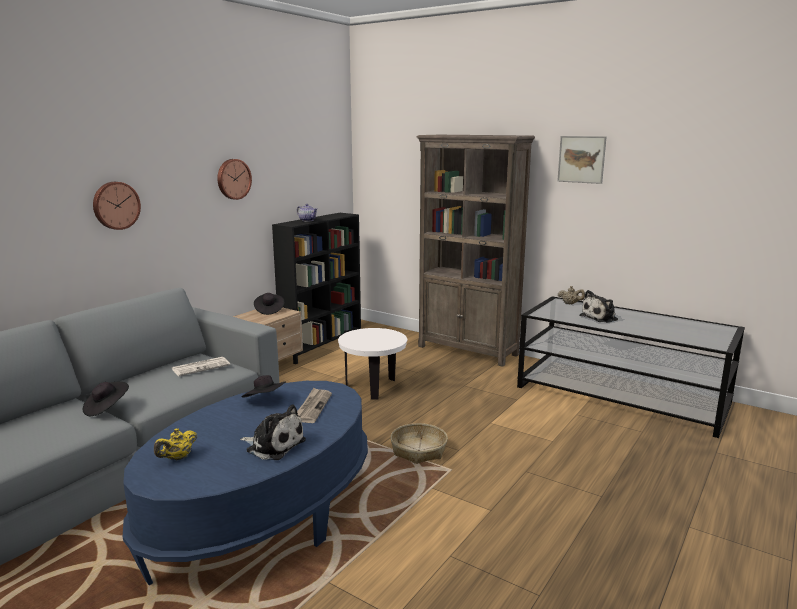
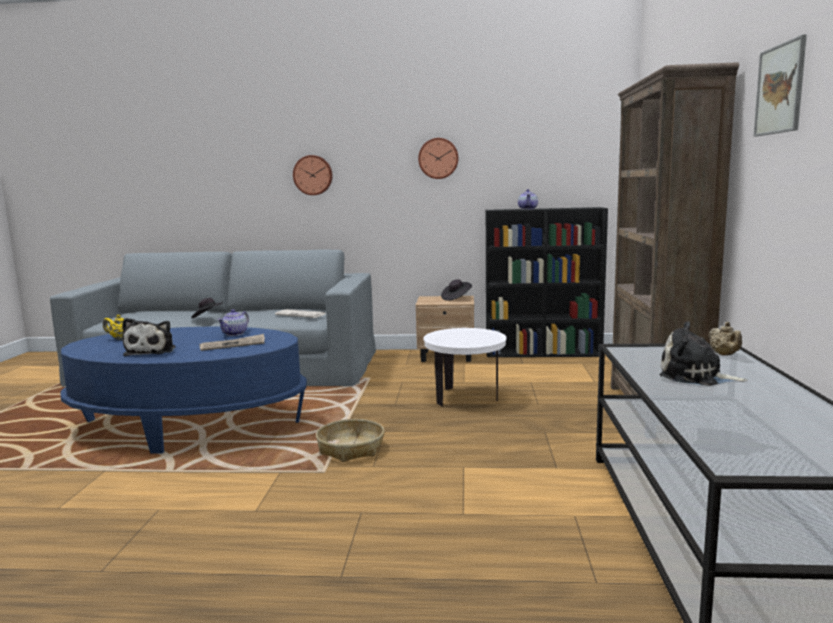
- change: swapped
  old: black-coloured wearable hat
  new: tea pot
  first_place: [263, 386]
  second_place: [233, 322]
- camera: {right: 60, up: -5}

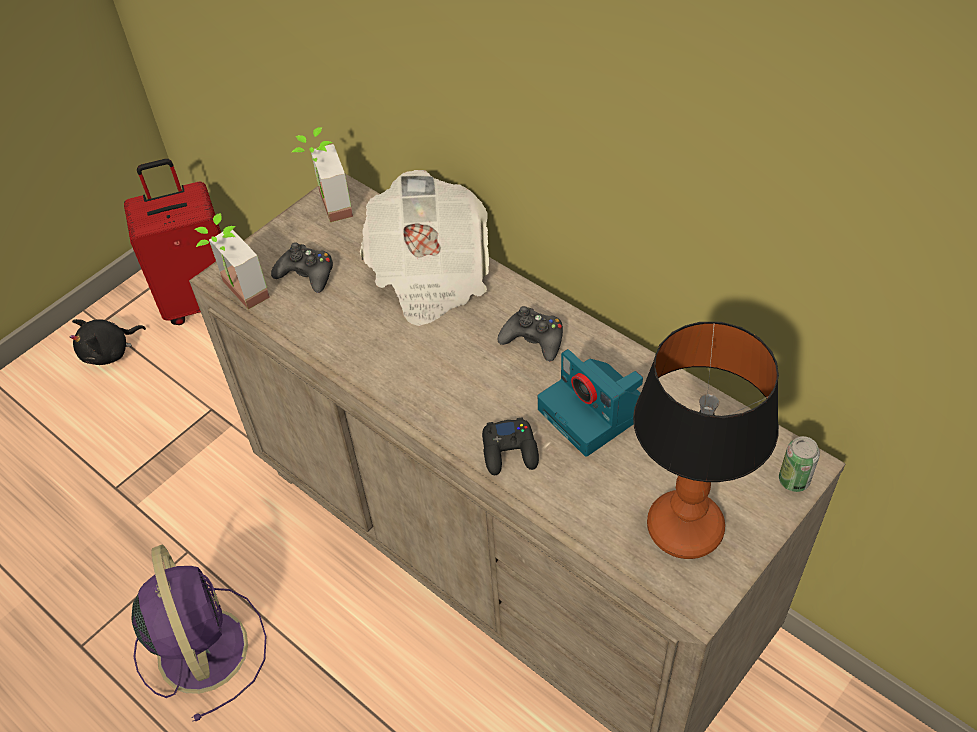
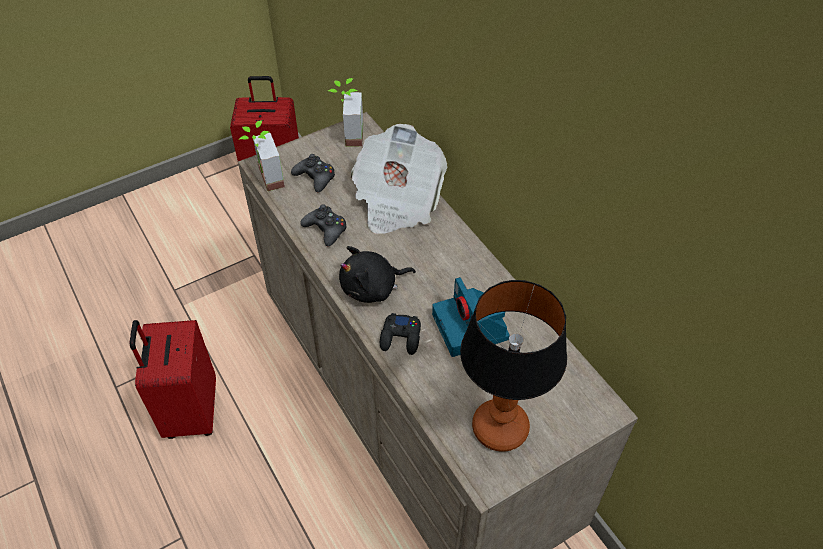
- change: gone
  old: metal can
  first_place: [799, 464]
- change: shifted
  old: black-coloured cuddly toy
  first_place: [107, 342]
  second_place: [377, 274]
- change: shifted
  old: black-coloured joypad
  first_place: [530, 334]
  second_place: [323, 225]
- change: swapped
  old: purple electric fan
  new: red-coloured travel case
  first_place: [198, 633]
  second_place: [173, 379]
- camera: {right: 15, up: 0}

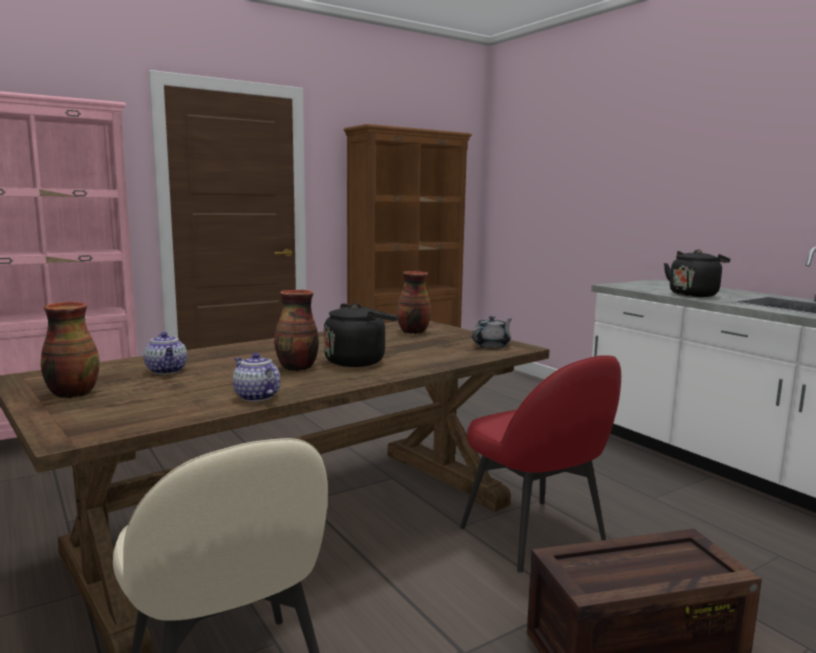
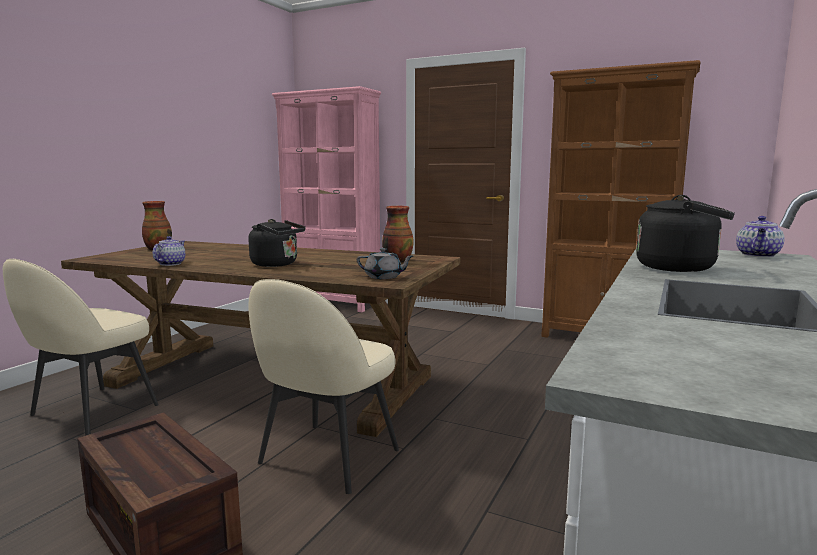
- change: gone
  old: decorative vase
  first_place: [296, 330]
- change: shifted
  old: tea pot
  first_place: [165, 353]
  second_place: [760, 236]
- change: repainted
  old: red-coloured plain chair
  new: beige-coloured plain chair
  first_place: [540, 464]
  second_place: [323, 386]
- camera: {right: 60, up: 0}

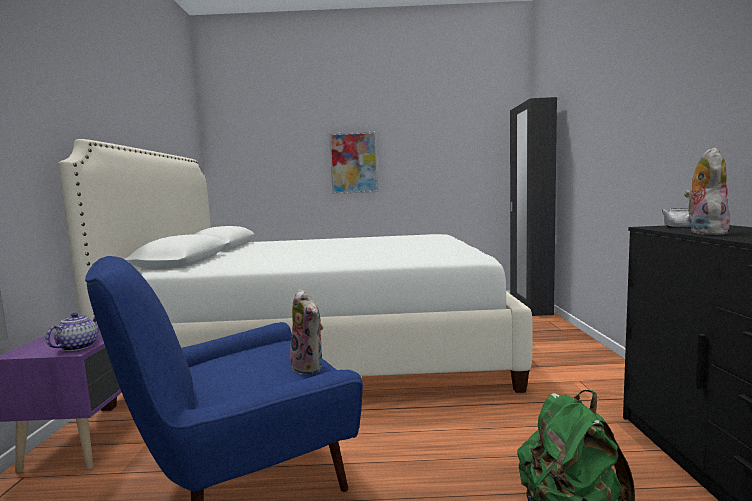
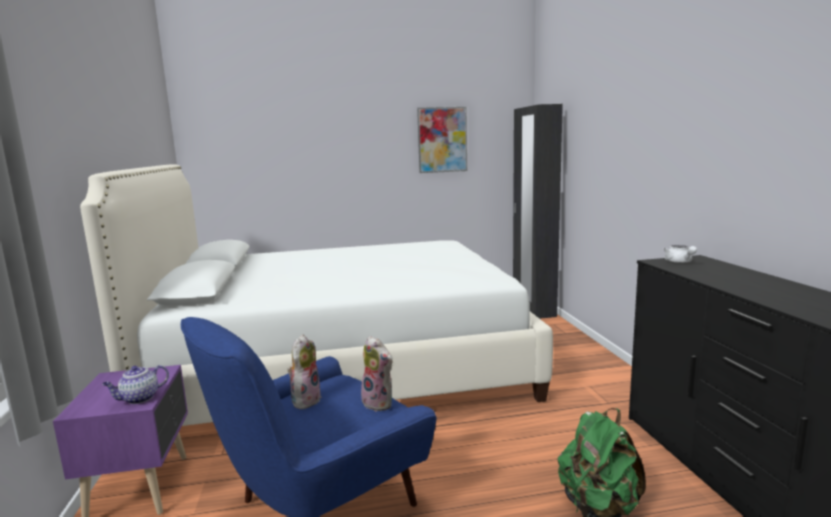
- change: shifted
  old: wall art
  first_place: [353, 162]
  second_place: [442, 140]
- change: shifted
  old: cuddly toy
  first_place: [707, 191]
  second_place: [304, 371]
- change: rotated
  old: tea pot
  first_place: [72, 332]
  second_place: [135, 384]
  degrees: -135
- camera: {right: -10, up: 5}

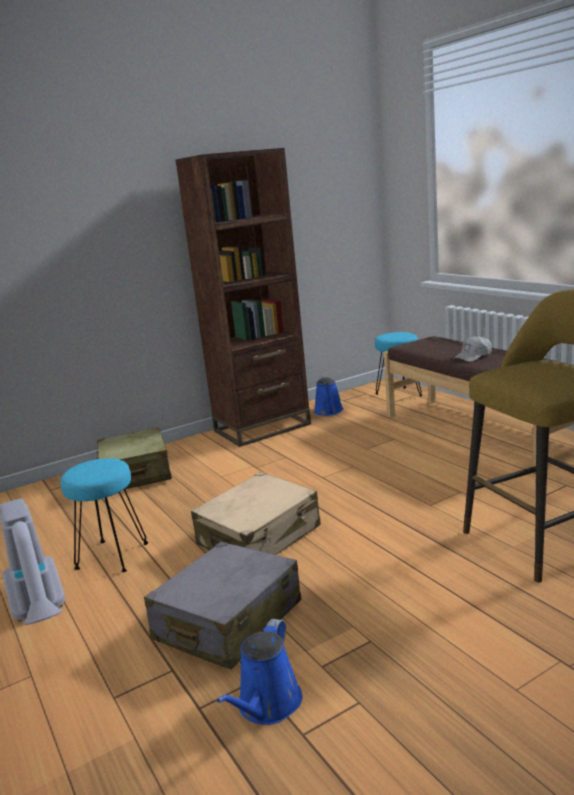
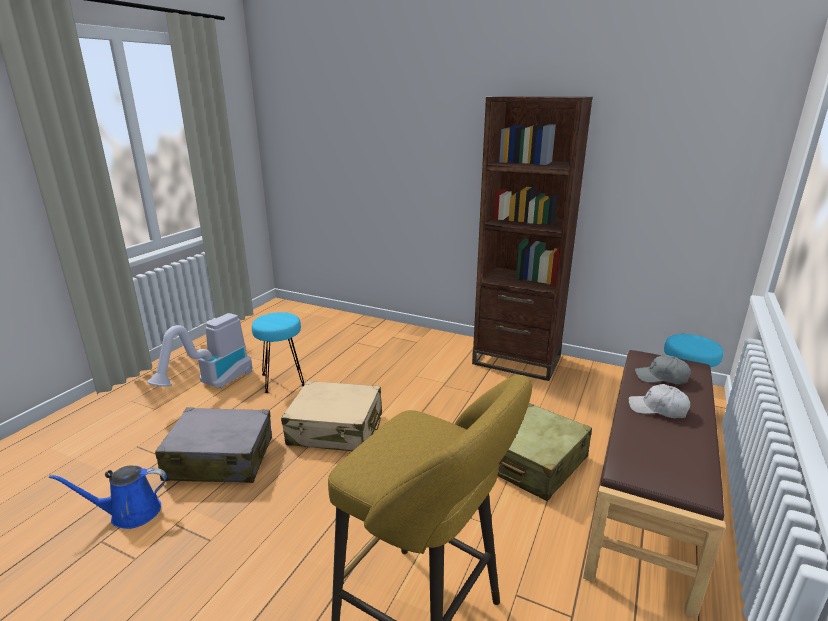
- change: gone
  old: blue-coloured watering pot
  first_place: [328, 396]
- change: new
  new: gray cap
  second_place: [663, 369]
- change: shifted
  old: beige-coloured travel case
  first_place: [134, 458]
  second_place: [545, 452]
- camera: {right: 55, up: 5}

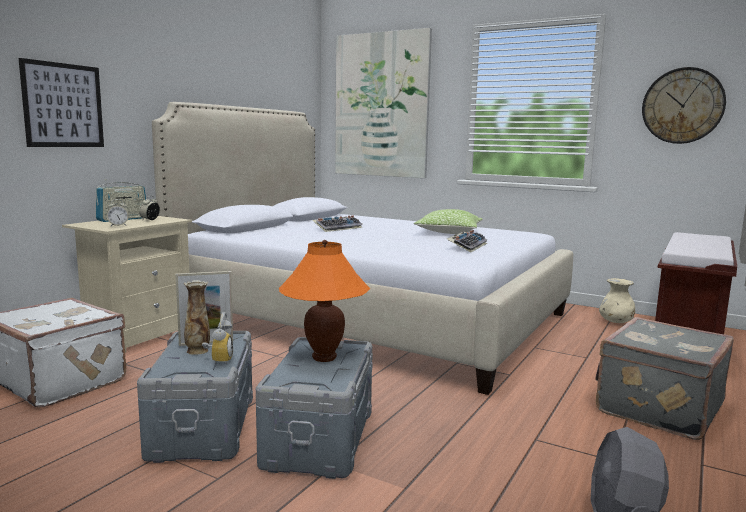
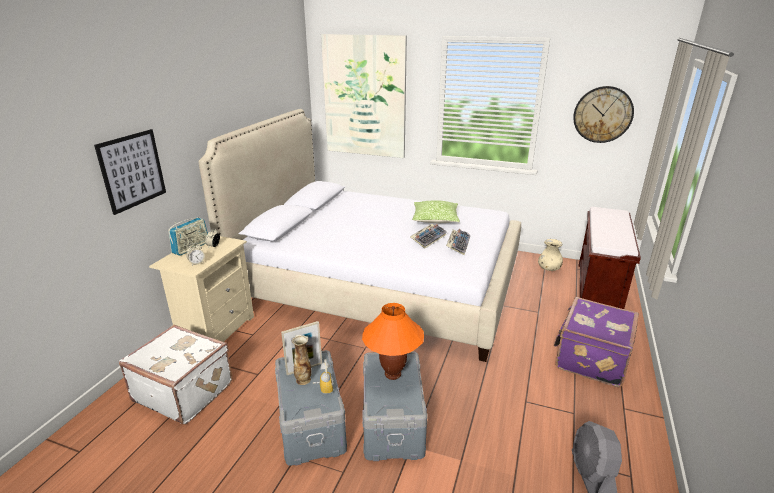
- change: shifted
  old: computer keyboard
  first_place: [337, 223]
  second_place: [428, 236]
- change: repainted
  old: gray travel case
  new: purple travel case
  first_place: [664, 378]
  second_place: [596, 342]
- camera: {right: -10, up: 15}

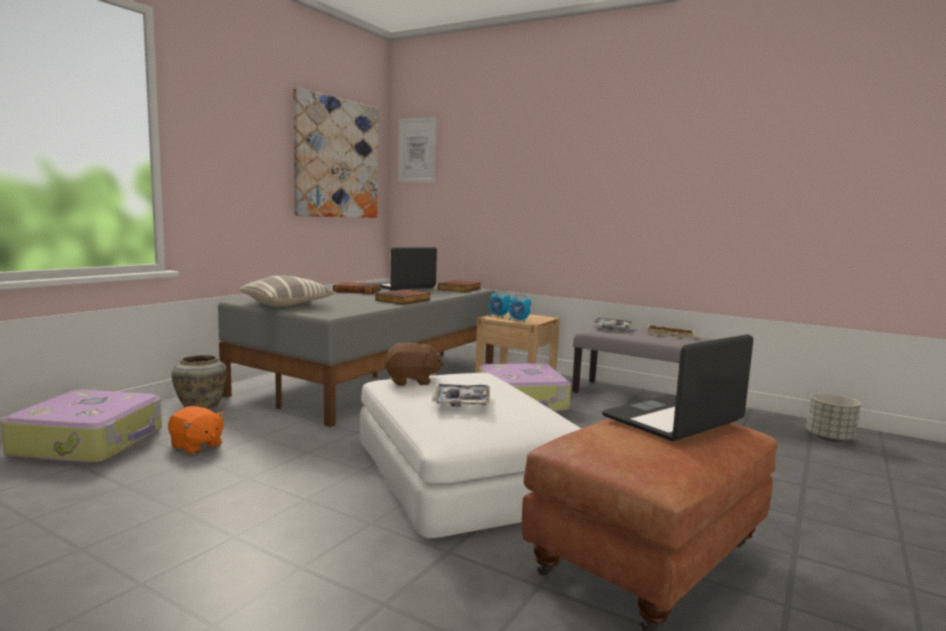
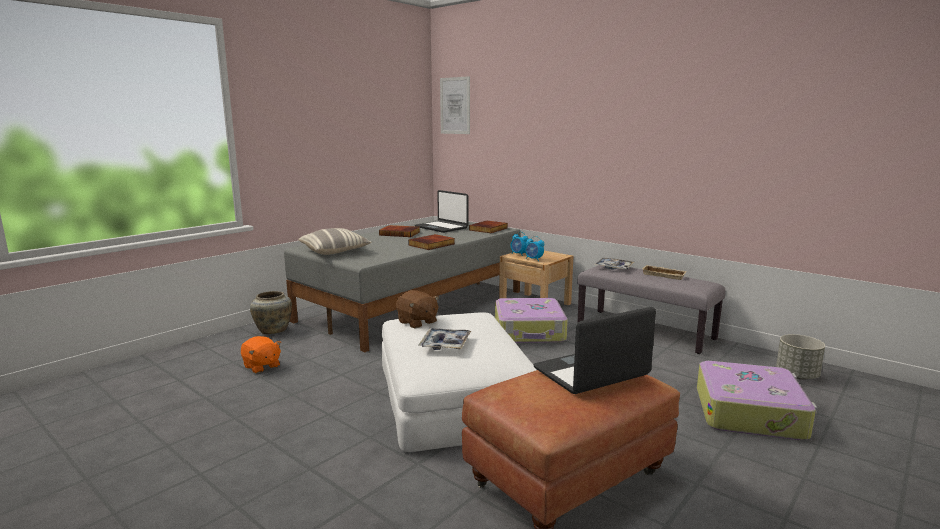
- change: gone
  old: wall art
  first_place: [336, 152]
- change: shifted
  old: travel case
  first_place: [81, 427]
  second_place: [757, 400]
- change: rotated
  old: notebook computer
  first_place: [408, 268]
  second_place: [441, 211]
  degrees: -105
- change: rotated
  old: brown-coloured cuddly toy
  first_place: [414, 364]
  second_place: [417, 309]
  degrees: 45
- camera: {right: 10, up: 5}

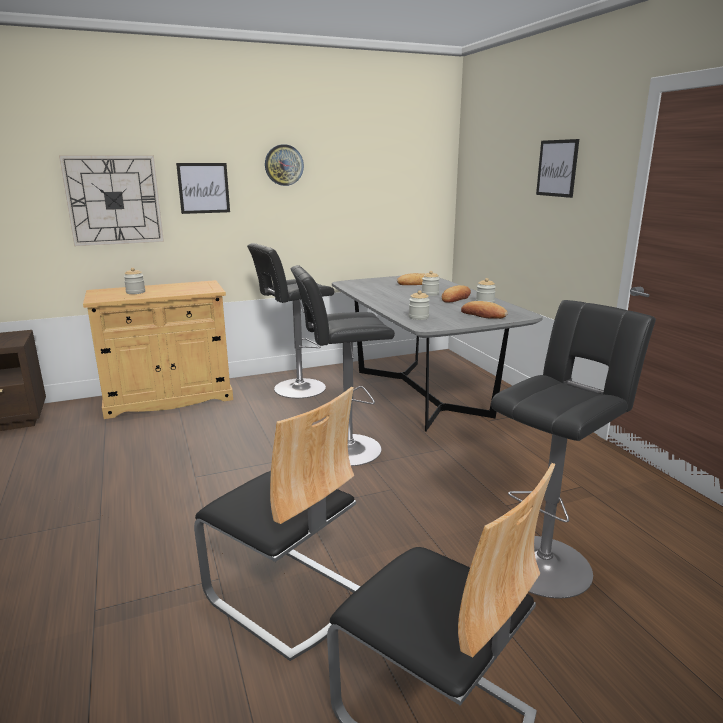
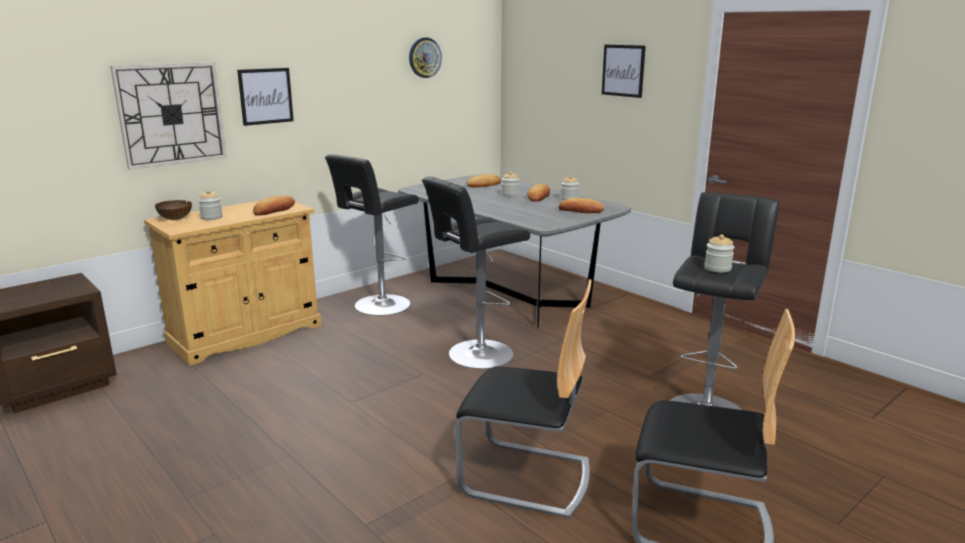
- change: new
  new: serving bowl
  second_place: [173, 210]
- change: new
  new: bread
  second_place: [274, 205]
- change: shifted
  old: clock on the wall
  first_place: [284, 165]
  second_place: [425, 58]
- change: shifted
  old: preserve jar
  first_place: [419, 305]
  second_place: [720, 253]
- camera: {right: -20, up: 0}

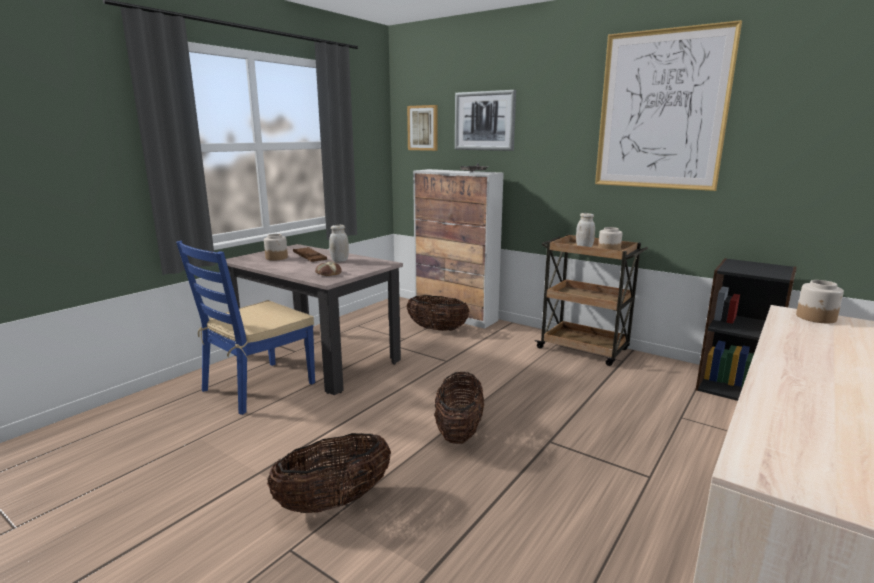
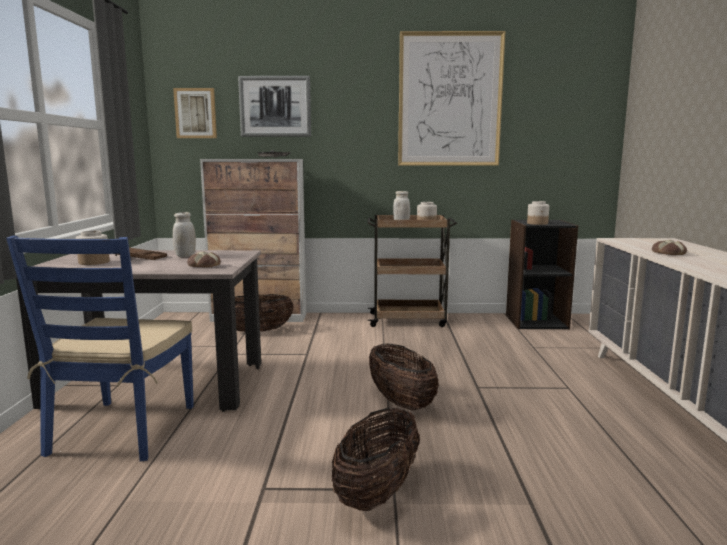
- change: new
  new: bread
  second_place: [669, 247]
- change: shifted
  old: preserve jar
  first_place: [820, 301]
  second_place: [538, 213]
- camera: {right: -35, up: -5}

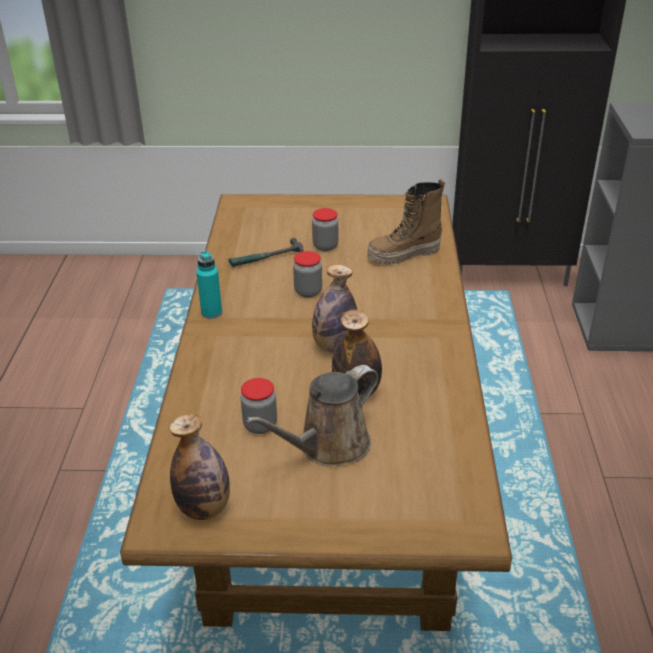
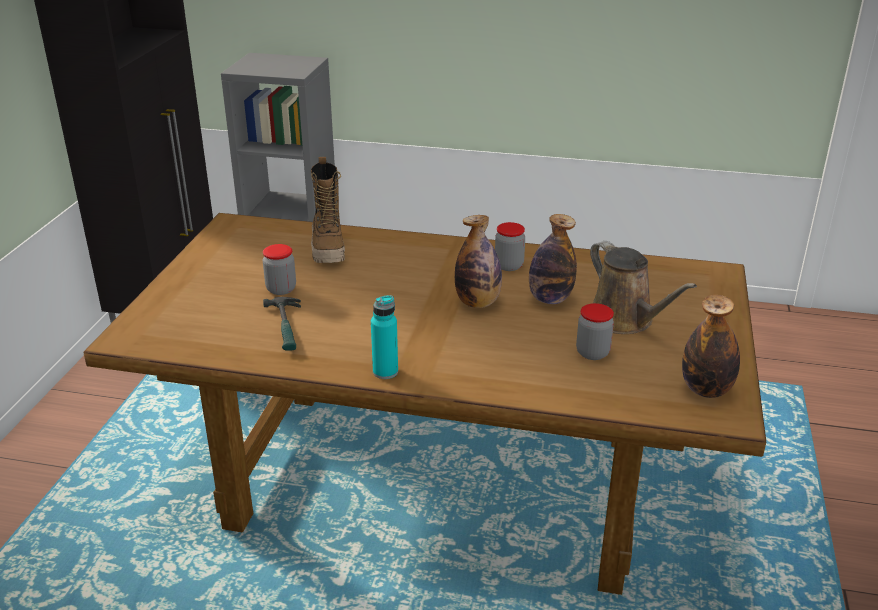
- change: shifted
  old: preserve jar
  first_place: [307, 274]
  second_place: [510, 246]
- camera: {right: -80, up: -5}

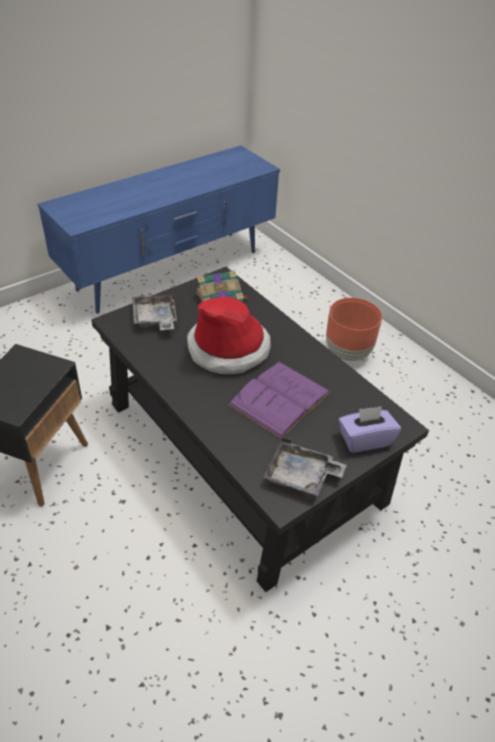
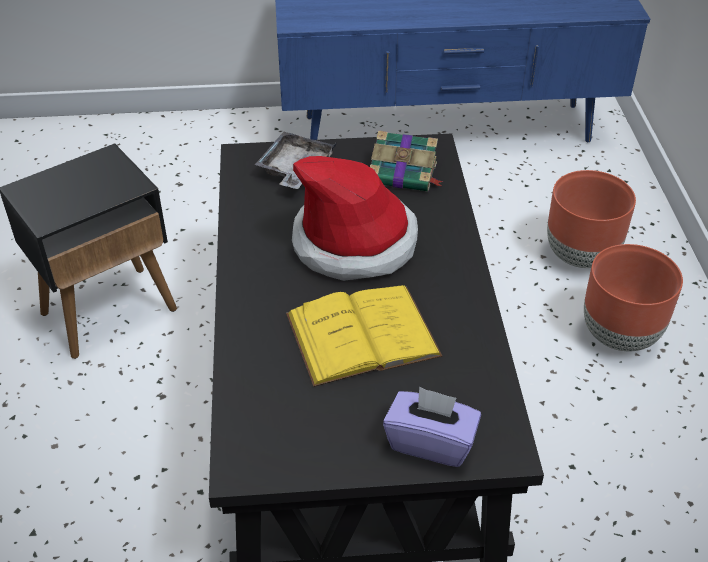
- change: gone
  old: gray carrying tray
  first_place: [305, 466]
- change: new
  new: brown-coloured plant pot
  second_place: [591, 219]
- change: repainted
  old: purple volume
  new: yellow-coloured volume
  first_place: [279, 400]
  second_place: [364, 336]
- camera: {right: 35, up: 0}

